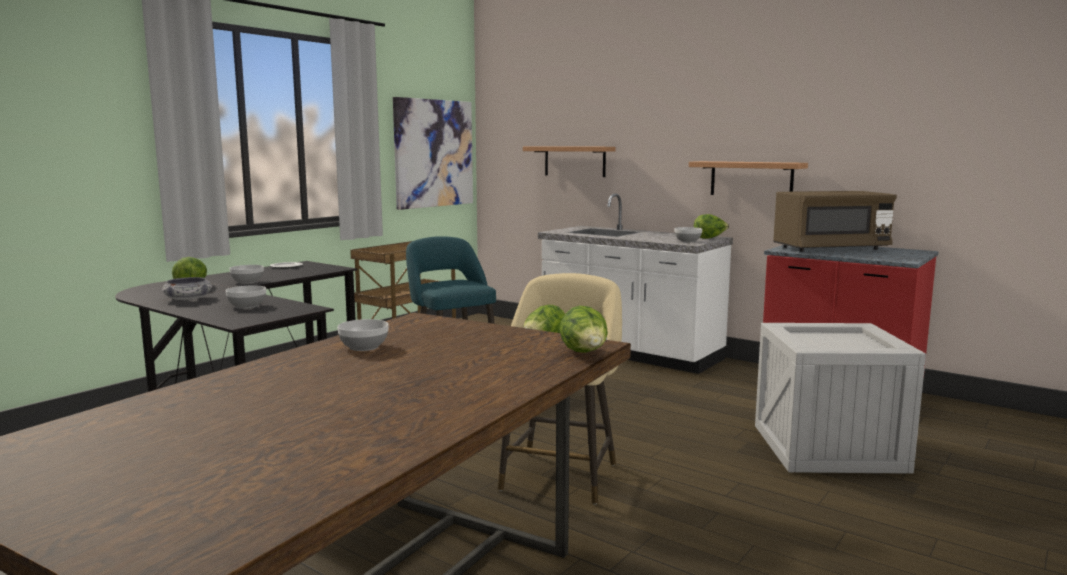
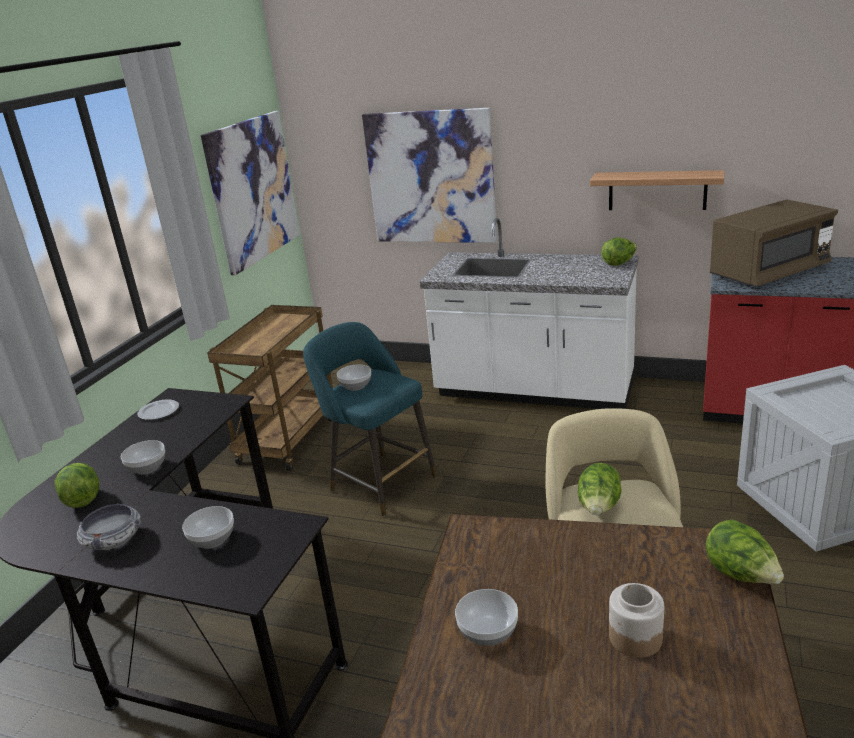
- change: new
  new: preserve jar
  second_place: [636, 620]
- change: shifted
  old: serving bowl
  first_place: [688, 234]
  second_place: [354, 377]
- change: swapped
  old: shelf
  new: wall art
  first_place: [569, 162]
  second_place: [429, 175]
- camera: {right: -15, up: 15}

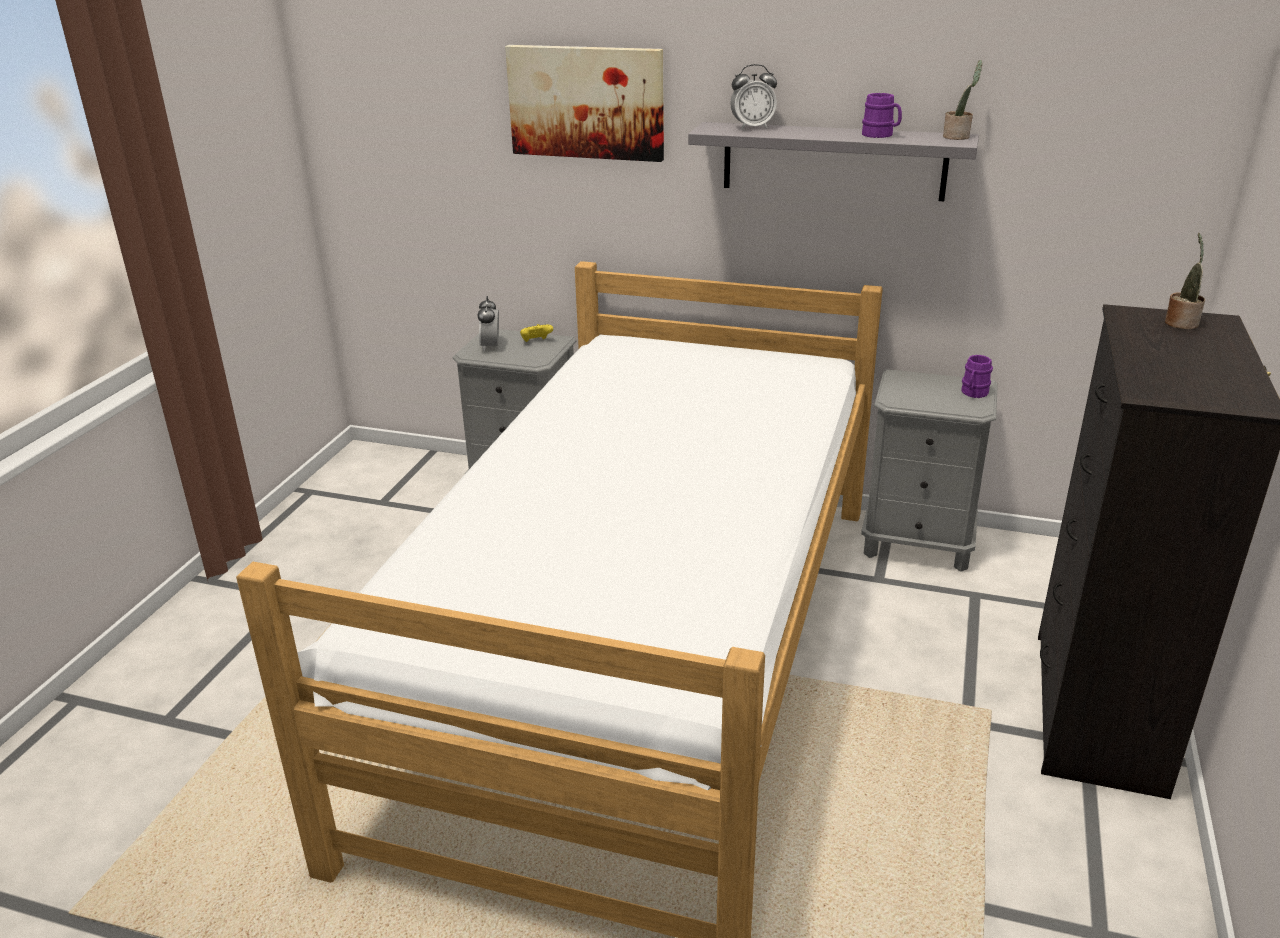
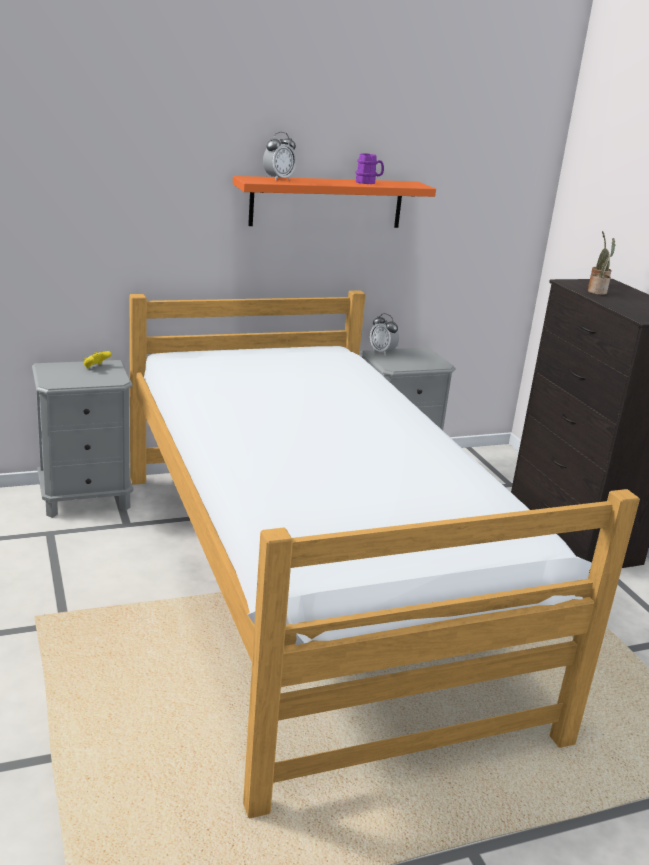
- change: gone
  old: wall art
  first_place: [584, 103]
- change: gone
  old: purple tea mug
  first_place: [977, 376]
- change: shifted
  old: table clock
  first_place: [488, 324]
  second_place: [384, 334]
- change: shifted
  old: potted plant
  first_place: [962, 100]
  second_place: [601, 266]
- change: repainted
  old: gray shelf
  new: orangey shelf
  first_place: [833, 161]
  second_place: [334, 202]
- camera: {right: -40, up: -5}

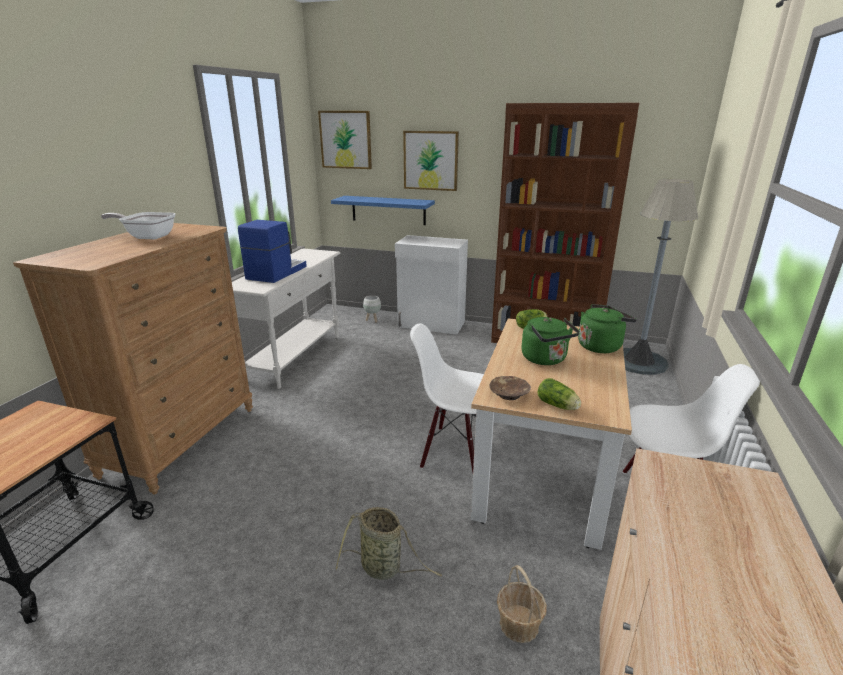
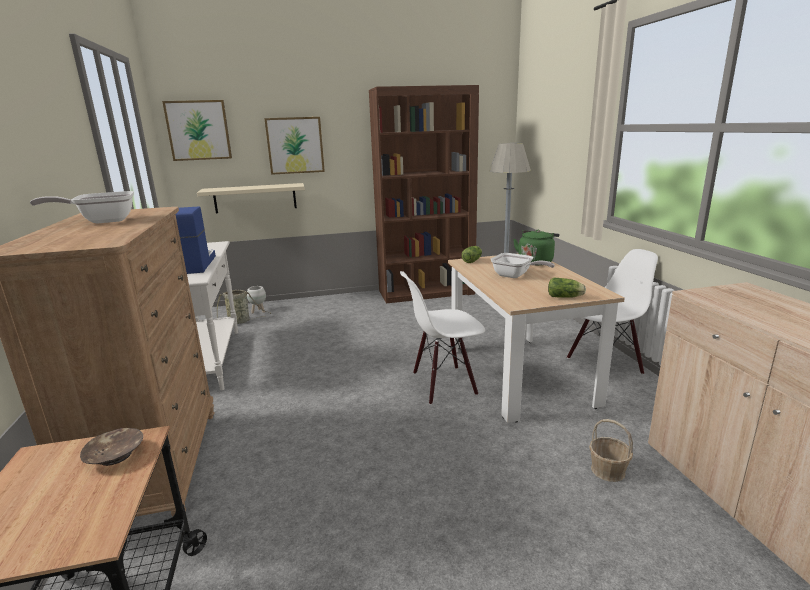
- change: gone
  old: whitish cabinet
  first_place: [431, 285]
- change: shifted
  old: basket
  first_place: [389, 543]
  second_place: [244, 307]
- change: shifted
  old: brown-coloured serving bowl
  first_place: [510, 388]
  second_place: [111, 447]
- change: swapped
  old: green tea kettle
  new: frying pan
  first_place: [550, 341]
  second_place: [523, 265]
- change: repainted
  old: blue-coloured shelf
  new: beige-coloured shelf
  first_place: [383, 210]
  second_place: [251, 198]
- camera: {right: -30, up: -5}

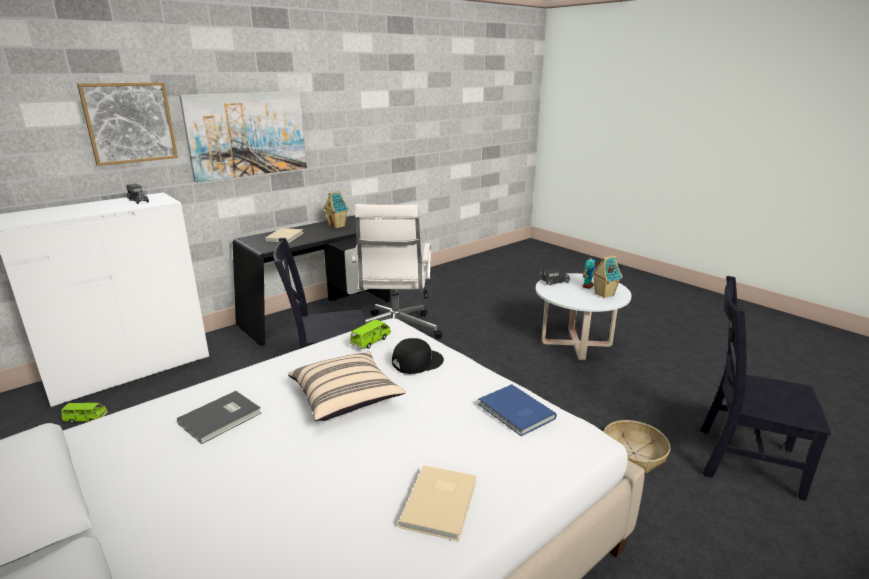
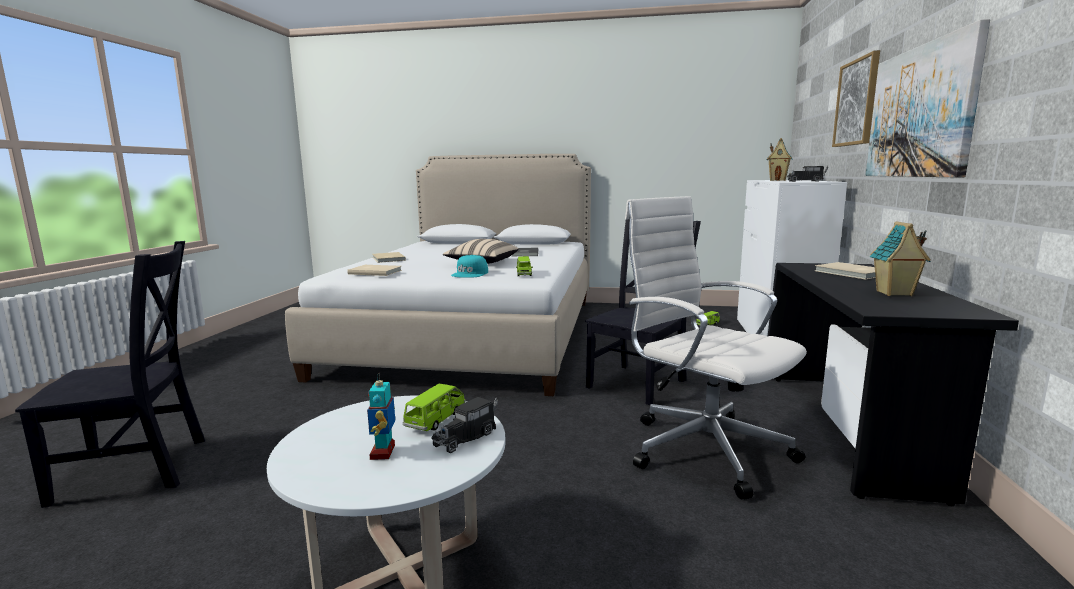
- change: gone
  old: basket
  first_place: [636, 447]
- change: new
  new: green toy car
  second_place: [434, 407]
- change: shifted
  old: miniature house
  first_place: [607, 276]
  second_place: [779, 159]
- change: repainted
  old: black-coloured cap
  new: turquoise-coloured cap
  first_place: [418, 356]
  second_place: [469, 266]
- change: repainted
  old: blue-coloured volume
  new: beige-coloured volume
  first_place: [517, 410]
  second_place: [374, 270]
- camera: {right: 140, up: -10}

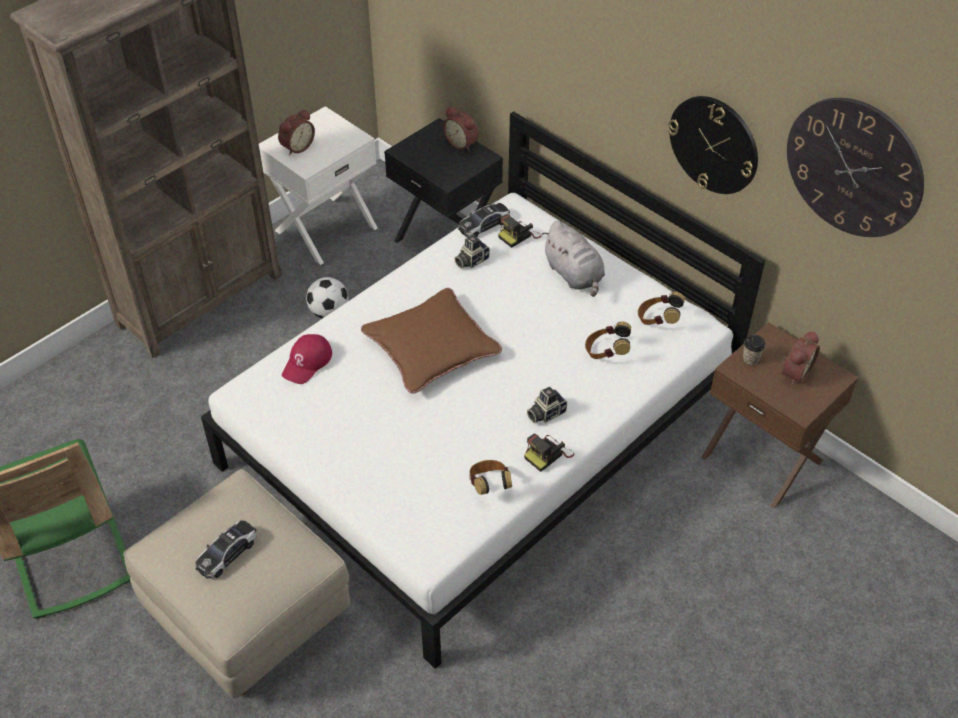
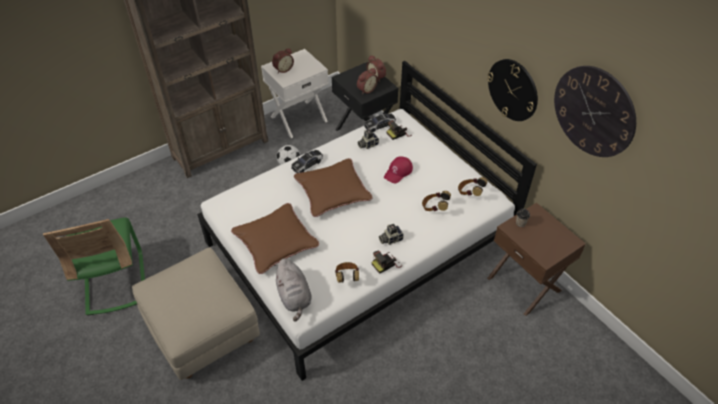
- change: new
  new: brown-coloured pillow
  second_place: [275, 238]
- change: shifted
  old: toy car
  first_place: [226, 549]
  second_place: [307, 161]
- change: shifted
  old: red-coloured cap
  first_place: [307, 359]
  second_place: [398, 169]
- change: shifted
  old: gray cuddly toy
  first_place: [573, 259]
  second_place: [293, 289]
- change: shifted
  old: table clock
  first_place: [801, 358]
  second_place: [367, 81]
- camera: {right: 10, up: 0}

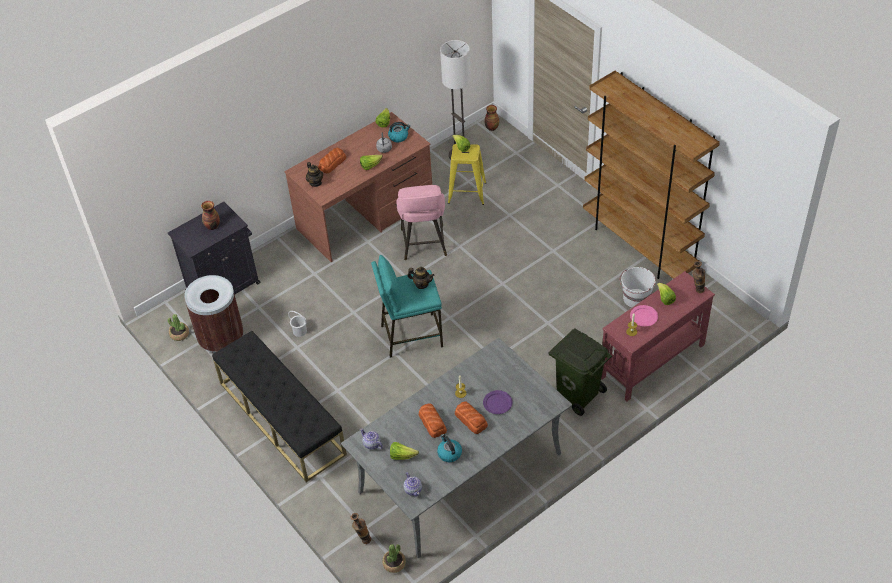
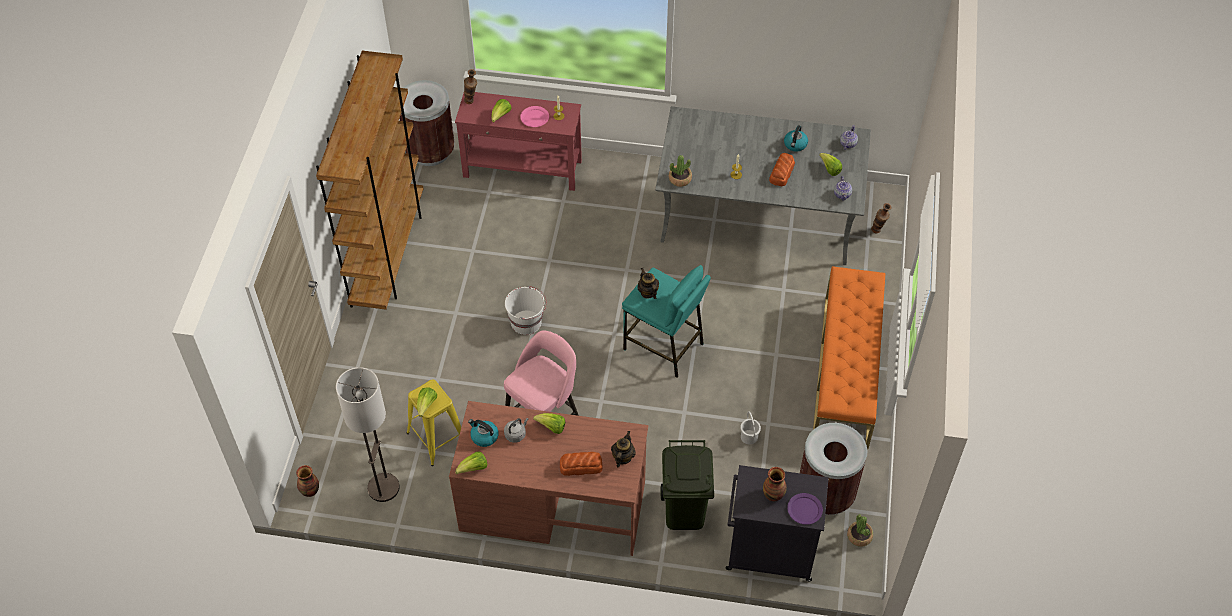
- change: gone
  old: bread
  first_place: [471, 417]
- change: new
  new: brown-coloured rubbish bin
  second_place: [427, 123]
- change: shifted
  old: potted plant
  first_place: [394, 558]
  second_place: [680, 171]
- change: shifted
  old: purple dinner plate
  first_place: [497, 402]
  second_place: [805, 509]
- change: shifted
  old: green rubbish bin
  first_place: [580, 372]
  second_place: [687, 485]
- change: shifted
  old: whitish pail
  first_place: [638, 287]
  second_place: [525, 310]
- change: repainted
  old: black-coloured long seat
  new: orangey long seat
  first_place: [279, 406]
  second_place: [849, 357]
- camera: {right: -135, up: 5}

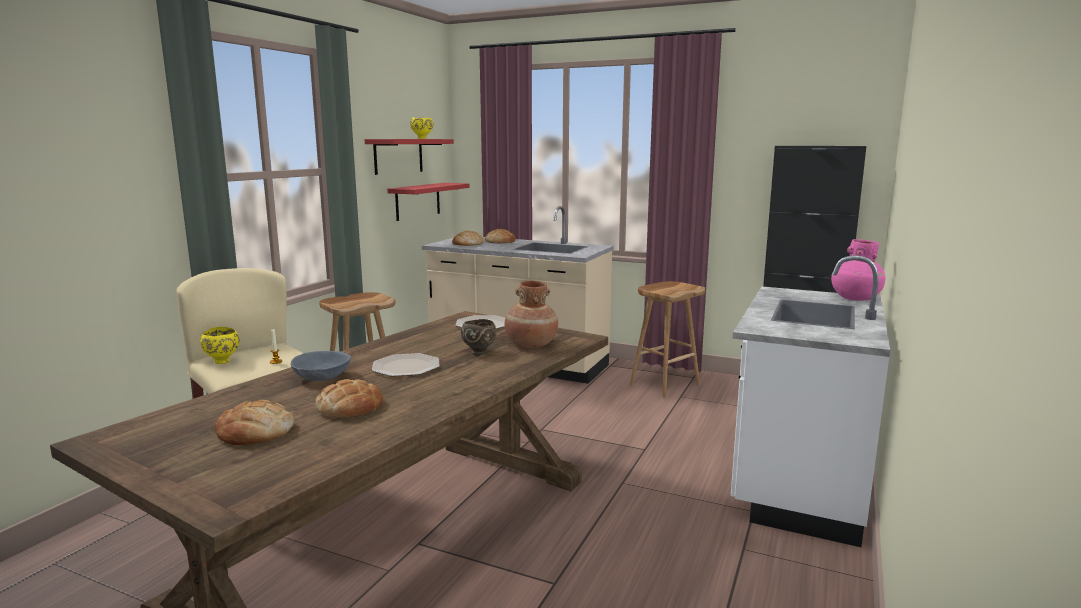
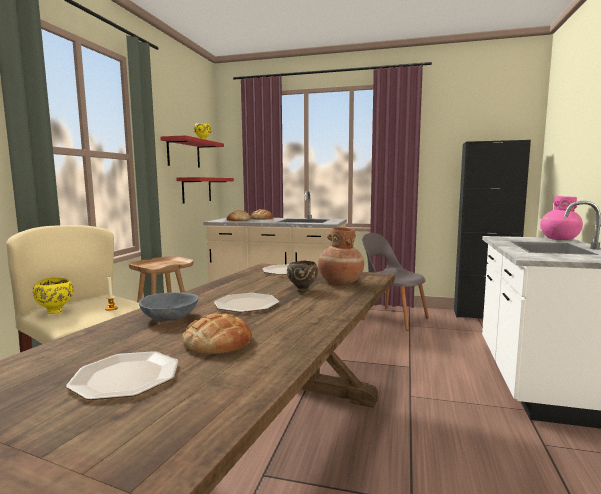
- change: swapped
  old: bread
  new: dinner plate
  first_place: [254, 422]
  second_place: [122, 375]
- change: swapped
  old: brown-coloured sitting stool
  new: gray plain chair
  first_place: [667, 339]
  second_place: [395, 282]
- camera: {right: -10, up: -5}

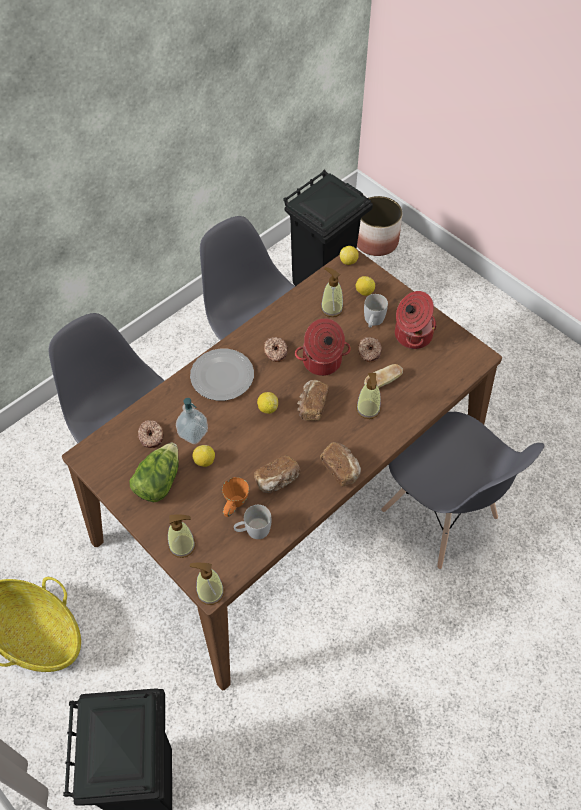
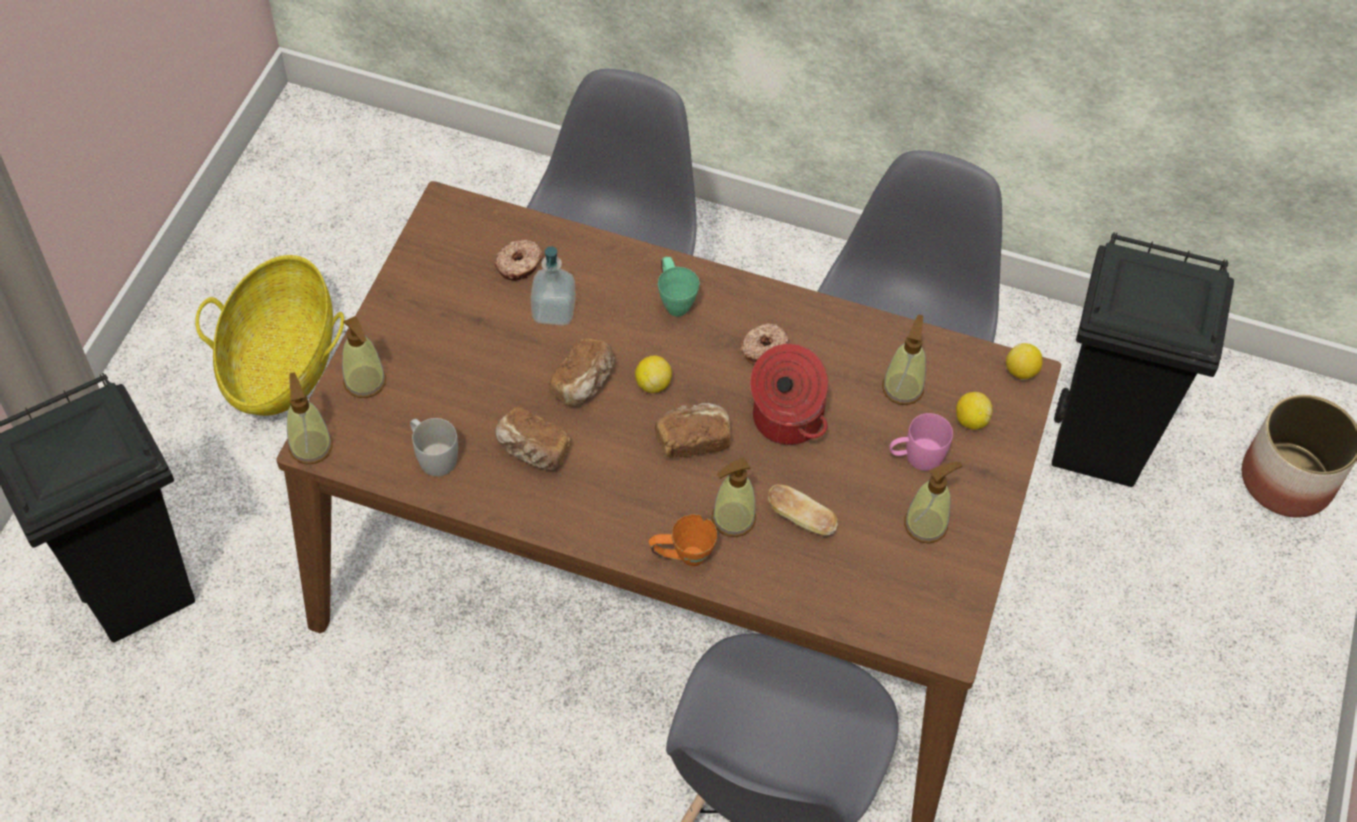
- change: gone
  old: lettuce
  first_place: [154, 472]
- change: gone
  old: lemon
  first_place: [204, 456]
- change: gone
  old: donut
  first_place: [370, 350]
- change: shifted
  old: orangey tea mug
  first_place: [235, 497]
  second_place: [683, 540]
- change: shifted
  old: bread
  first_place: [340, 464]
  second_place: [582, 372]
- change: swapped
  old: dinner plate
  new: green tea mug
  first_place: [222, 375]
  second_place: [679, 287]
- change: swapped
  old: saucepot
  new: soap bottle
  first_place: [416, 320]
  second_place: [933, 503]
- change: repainted
  old: whitish tea mug
  new: pink-coloured tea mug
  first_place: [376, 311]
  second_place: [921, 442]
- camera: {right: 60, up: 0}

